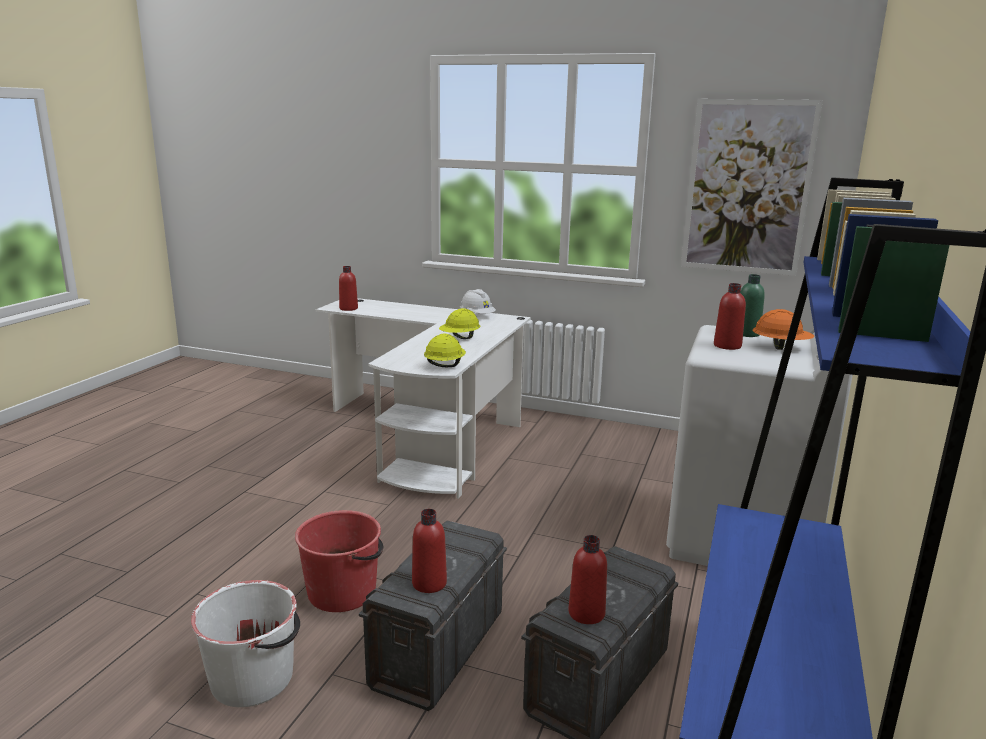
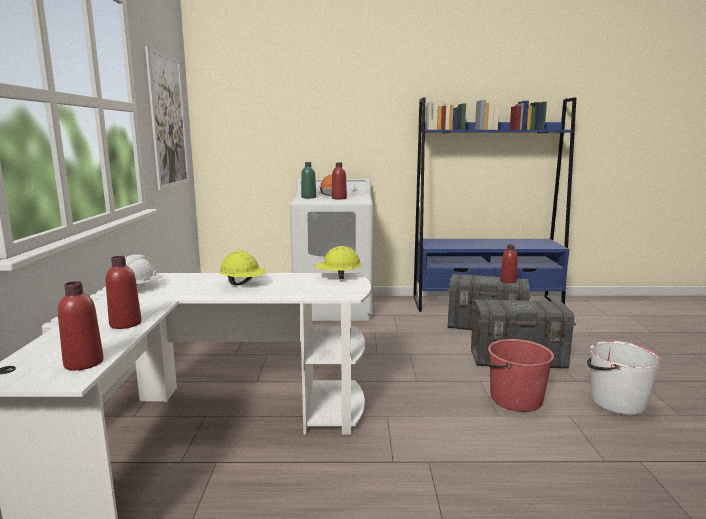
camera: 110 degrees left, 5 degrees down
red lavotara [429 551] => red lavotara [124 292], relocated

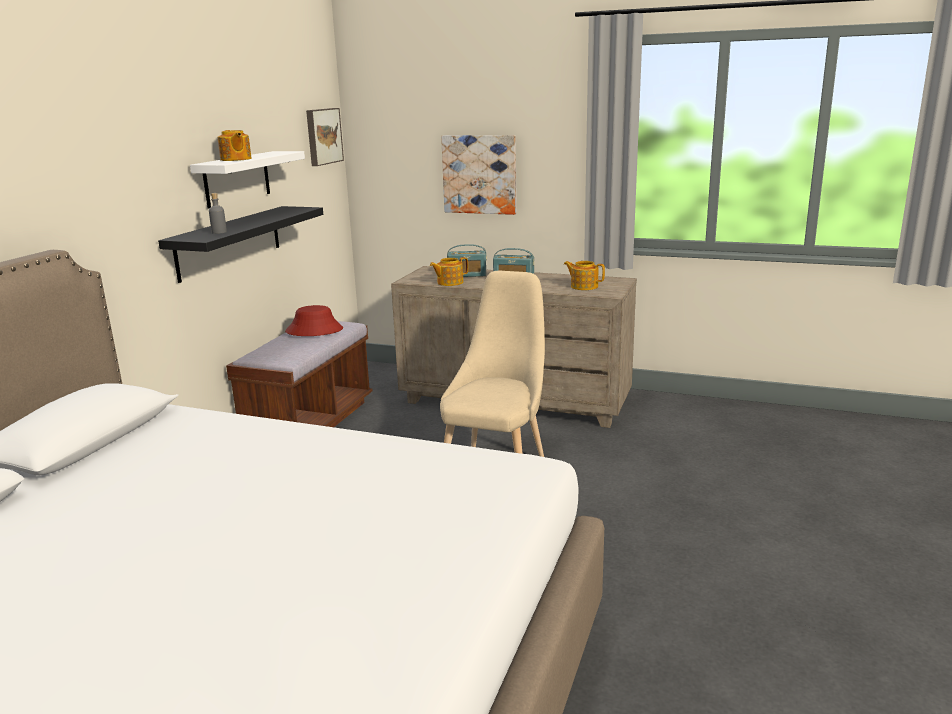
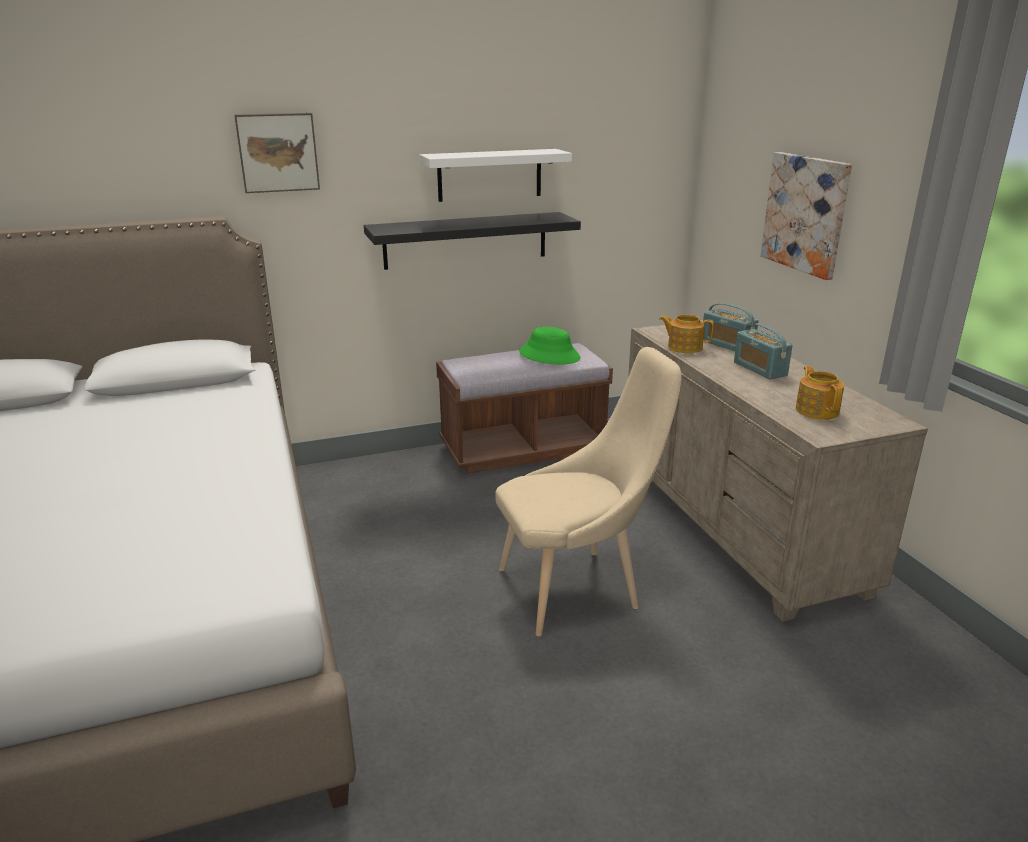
camera: 50 degrees right, 5 degrees up
grey lavotara [218 213] => nothing
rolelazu [234 145] => nothing
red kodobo [314 320] => green kodobo [550 345]
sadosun [325 137] => sadosun [277 153], relocated

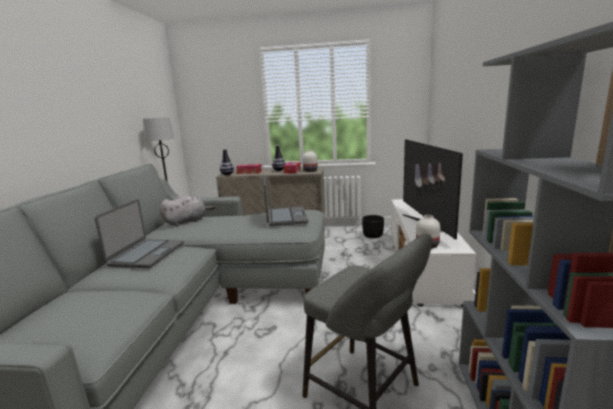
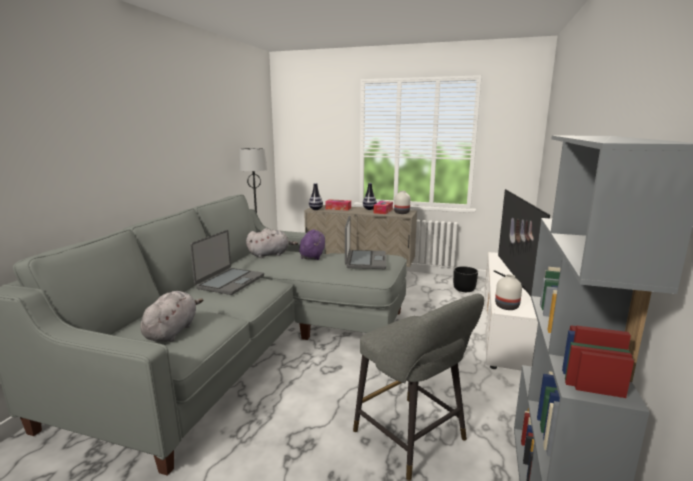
camera: 10 degrees right, 0 degrees up
nothing => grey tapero [171 316]
nothing => purple tapero [312 244]

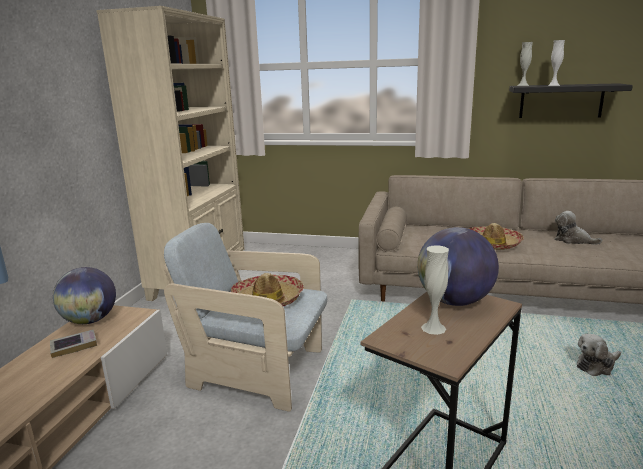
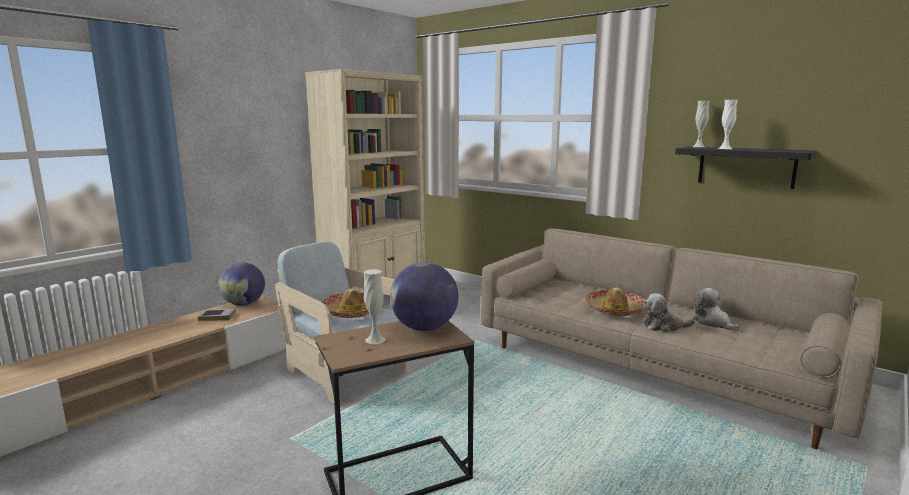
camera: 25 degrees right, 5 degrees down
tapero [599 355] => tapero [669 312], relocated

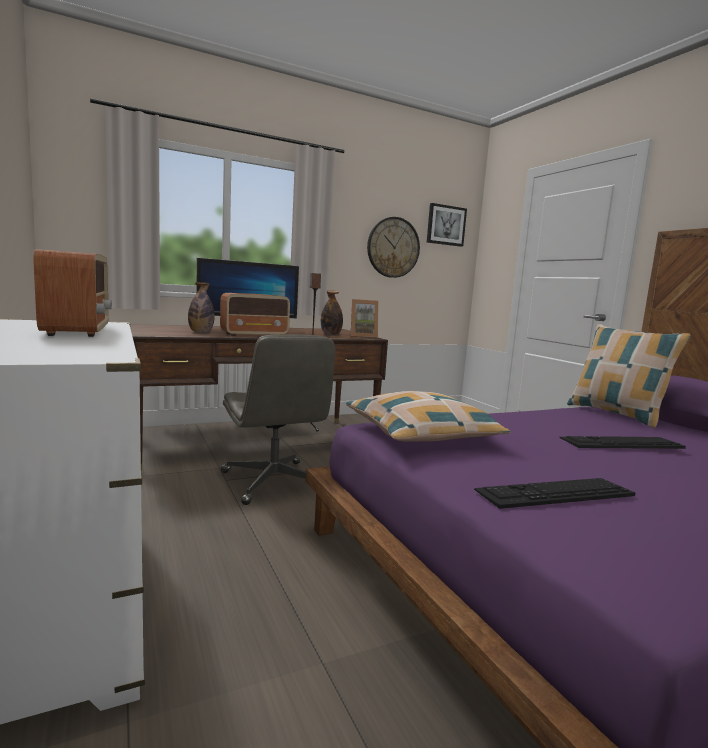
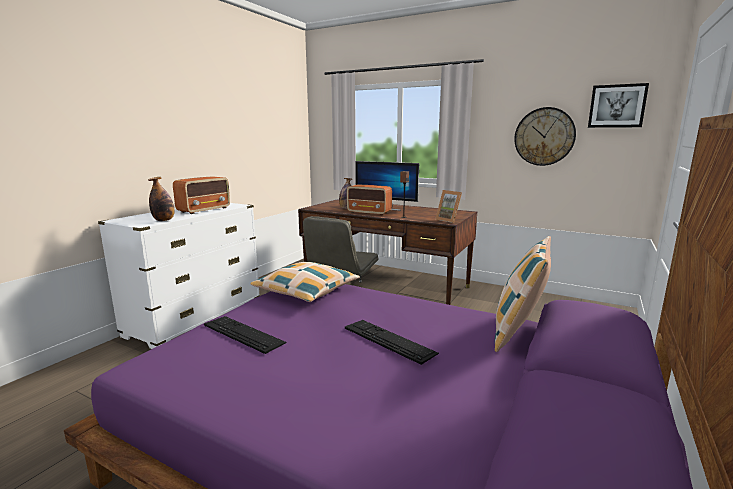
camera: 55 degrees right, 5 degrees up
lavotara [332 312] => lavotara [161 199], relocated

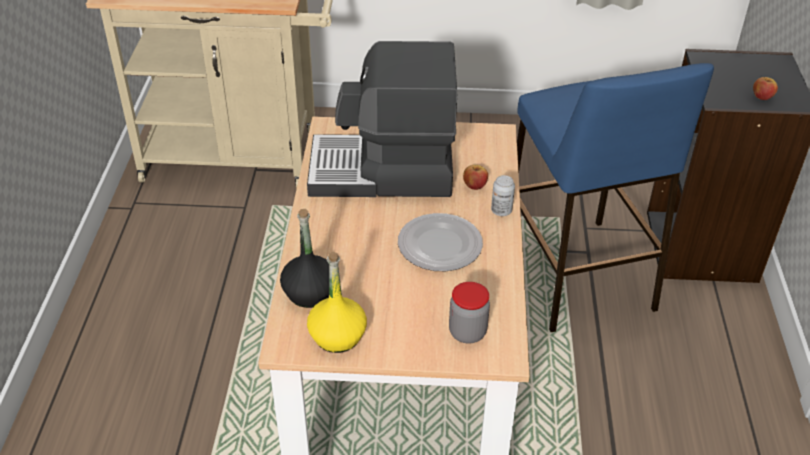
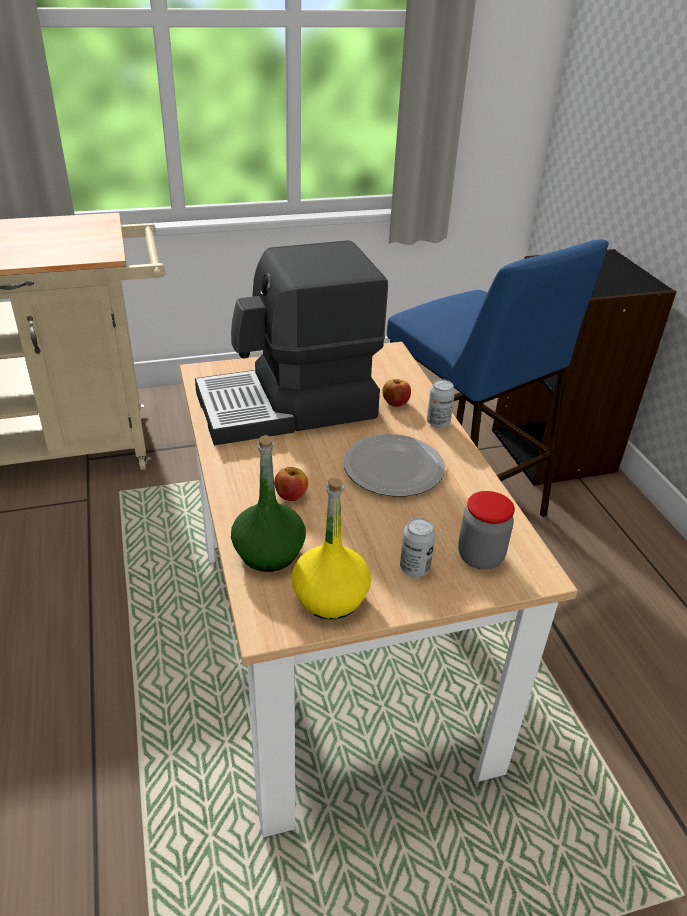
camera: 20 degrees left, 5 degrees down
black lavotara [304 258] => green lavotara [268 503]
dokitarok [765 88] => dokitarok [291 484], relocated
nothing => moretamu [418 547]

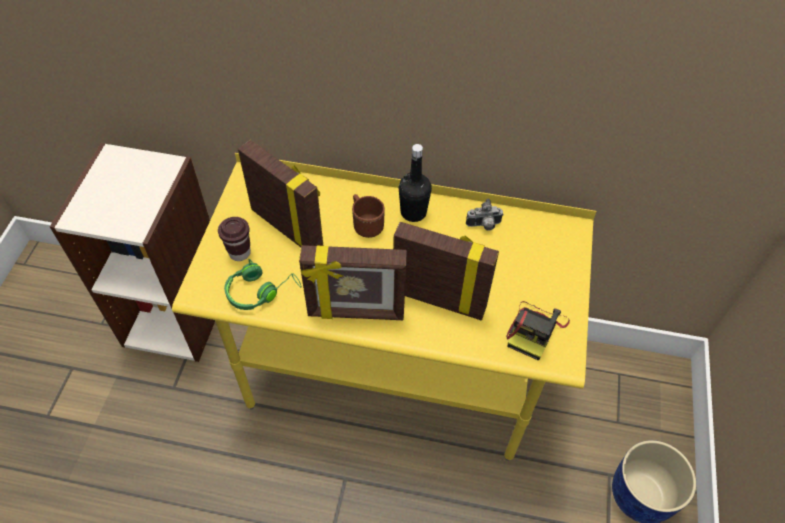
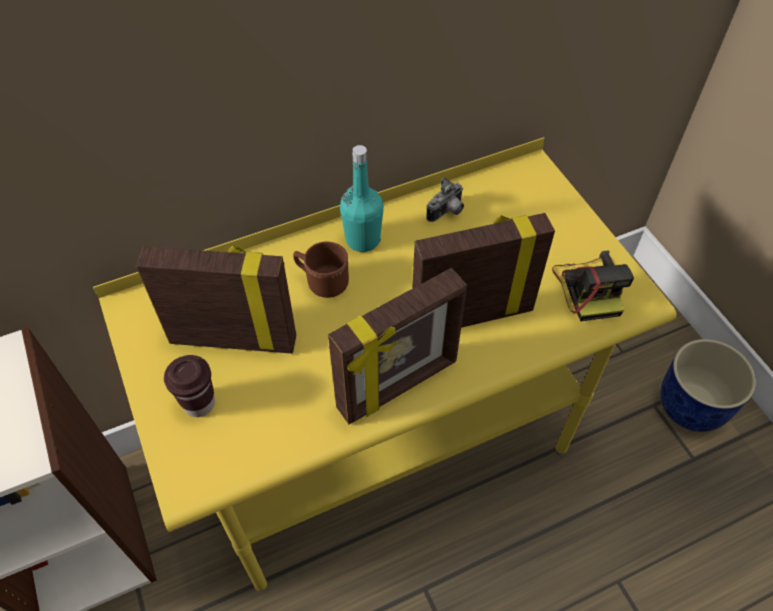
camera: 35 degrees left, 0 degrees up
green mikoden [263 284] => nothing
black lavotara [415 183] => turquoise lavotara [362 198]

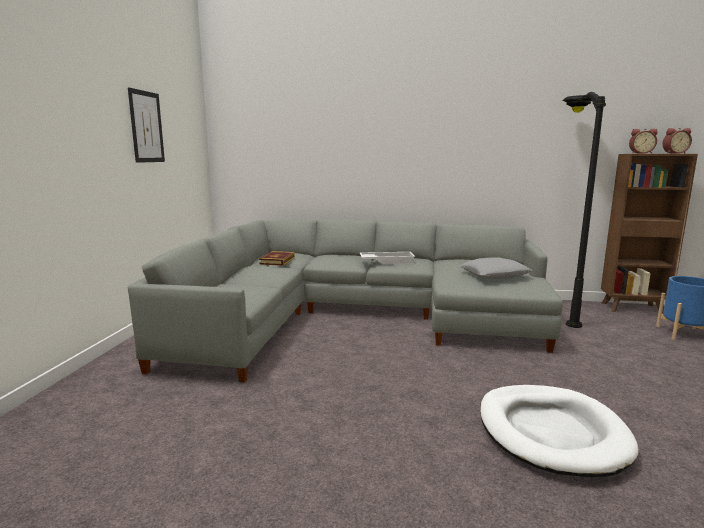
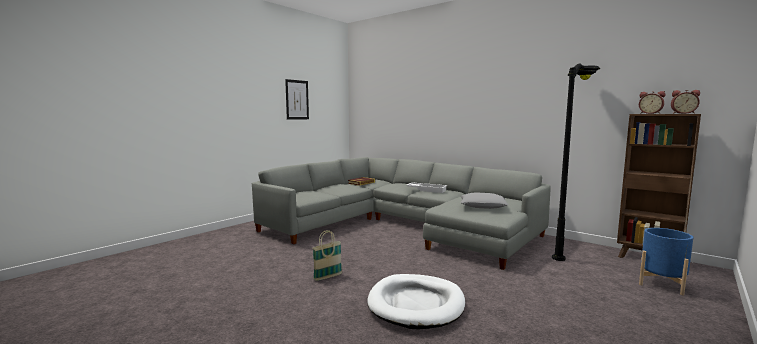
camera: 30 degrees right, 5 degrees down
nothing => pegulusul [327 255]

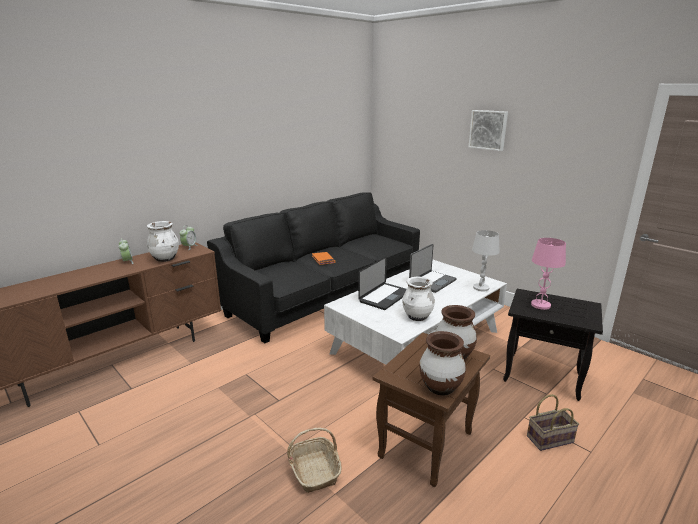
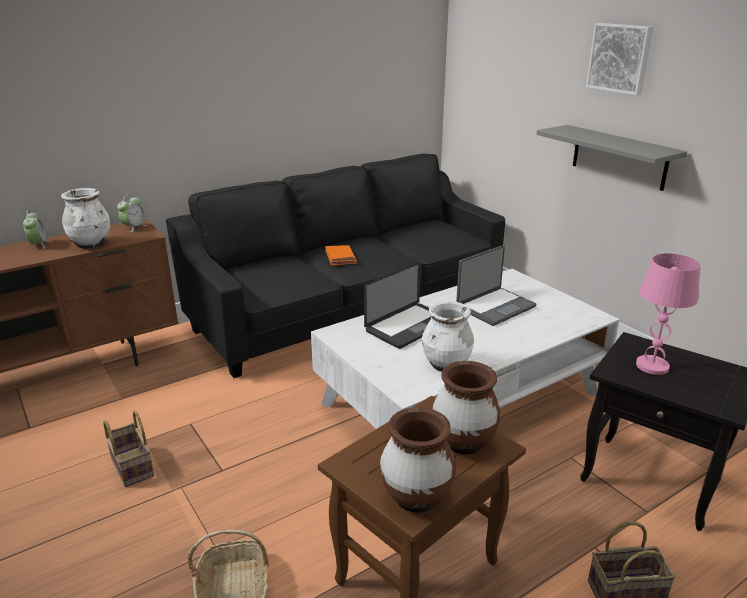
camera: 10 degrees right, 5 degrees up
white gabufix [486 260] => nothing
nothing => pegulusul [128 449]
nothing => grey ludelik [611 158]

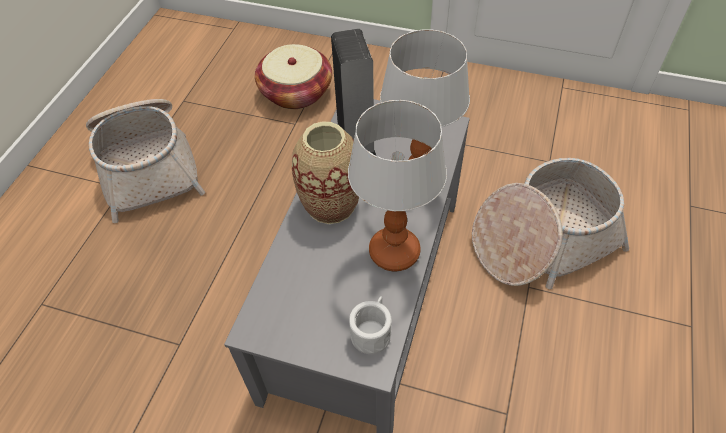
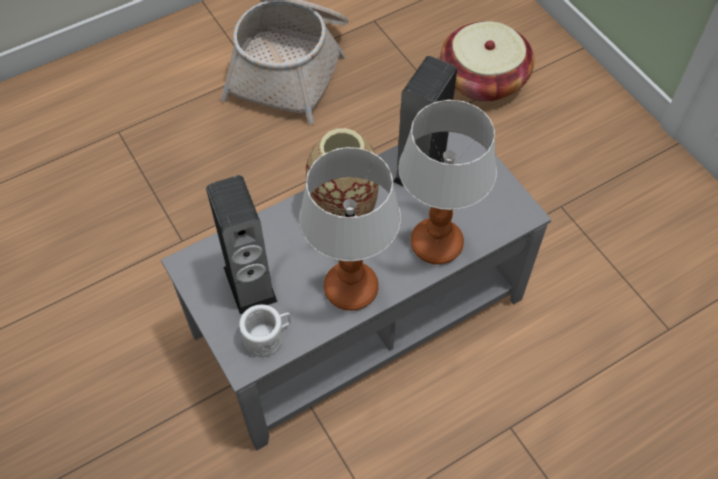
camera: 40 degrees right, 5 degrees up
pegulusul [550 223] => nothing
nothing => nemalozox [242 244]

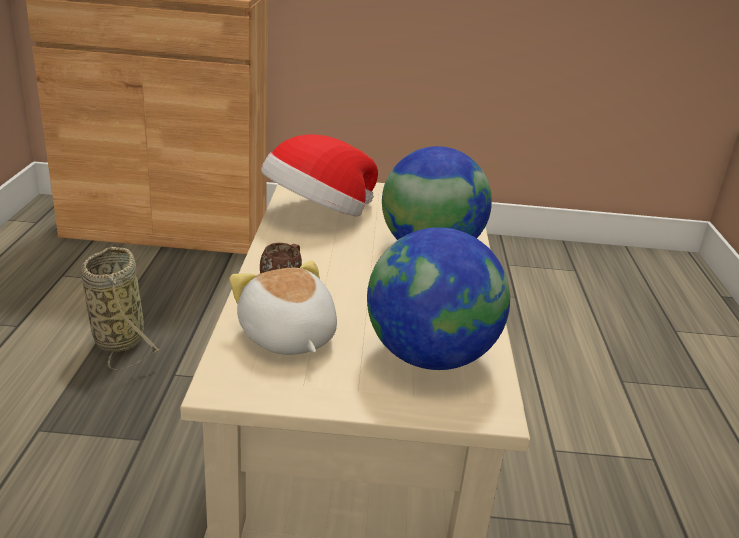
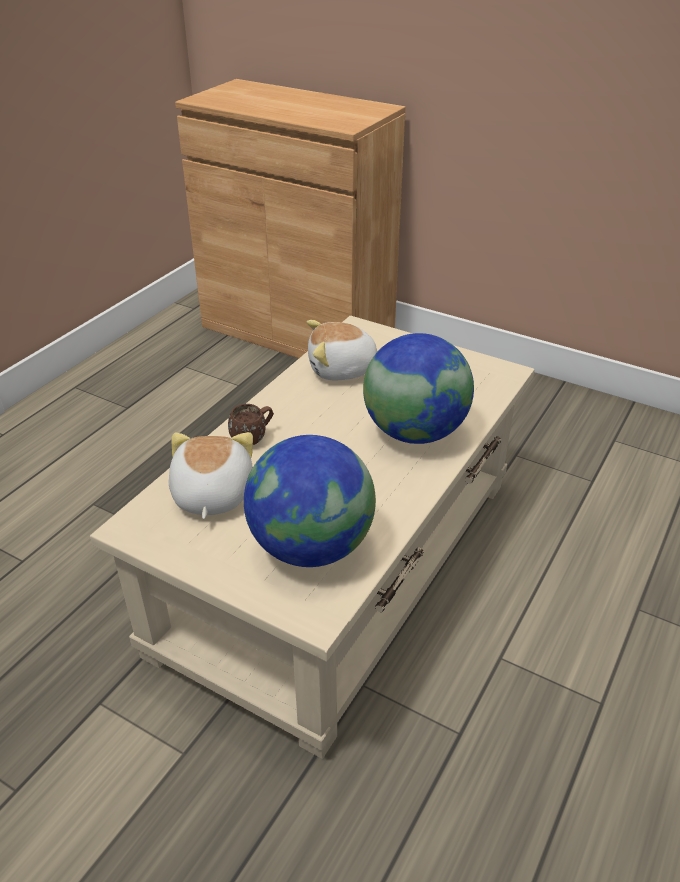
camera: 30 degrees right, 10 degrees up
pegulusul [120 309] => nothing
kodobo [319 175] => tapero [343 350]

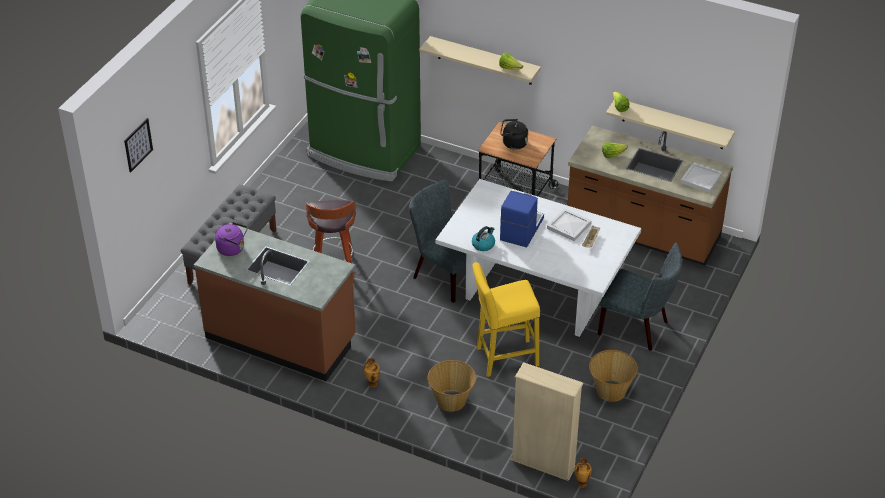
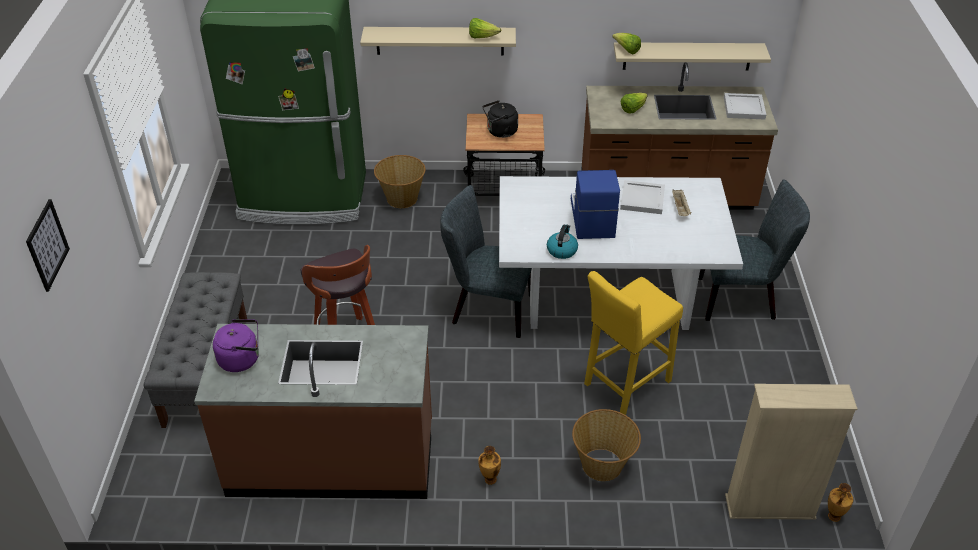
camera: 25 degrees left, 0 degrees up
pegulusul [613 376] => pegulusul [399 181], relocated

